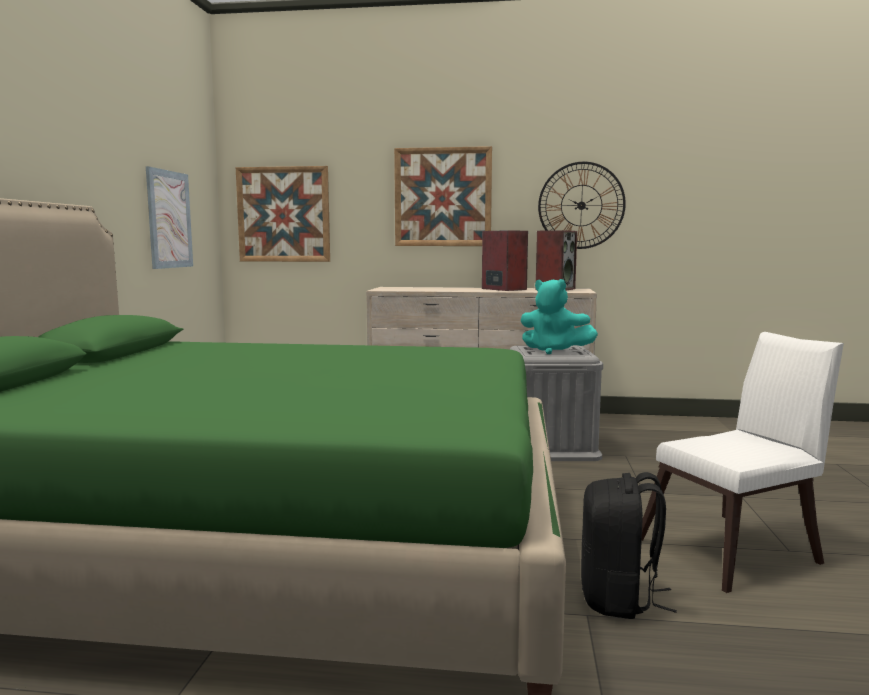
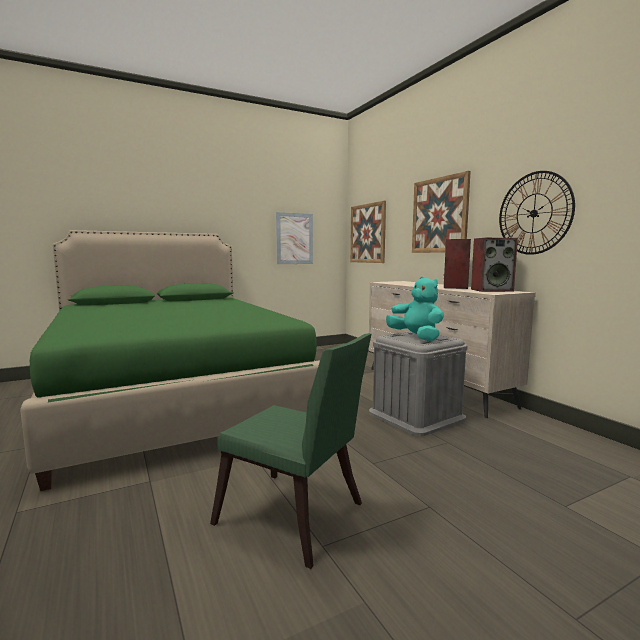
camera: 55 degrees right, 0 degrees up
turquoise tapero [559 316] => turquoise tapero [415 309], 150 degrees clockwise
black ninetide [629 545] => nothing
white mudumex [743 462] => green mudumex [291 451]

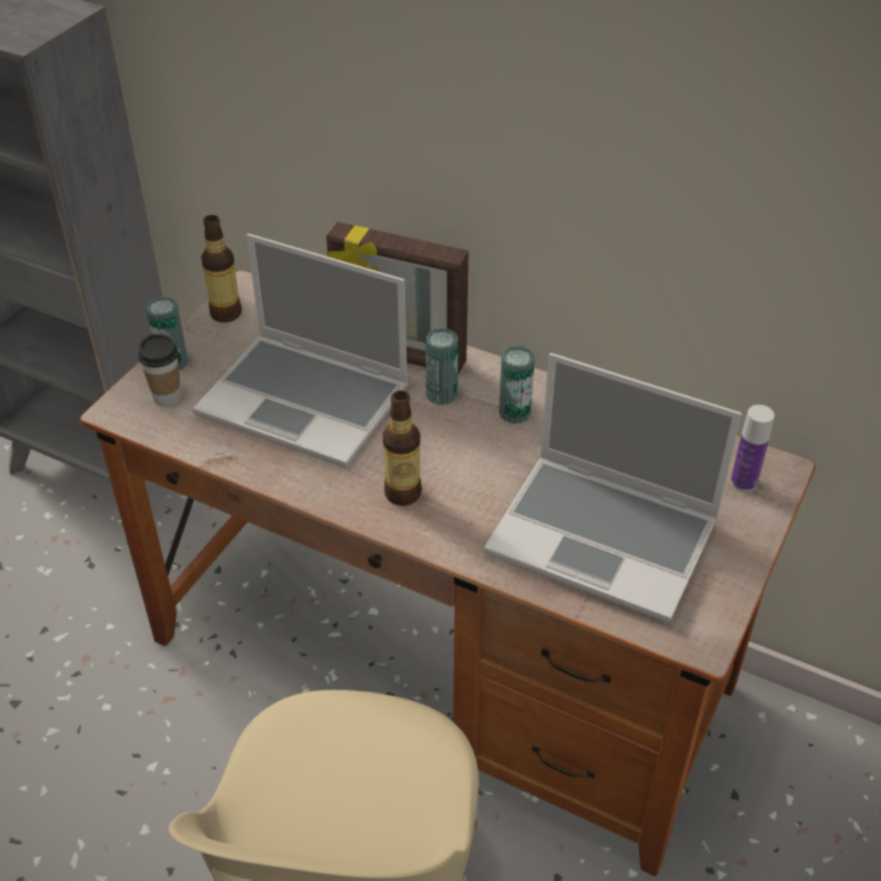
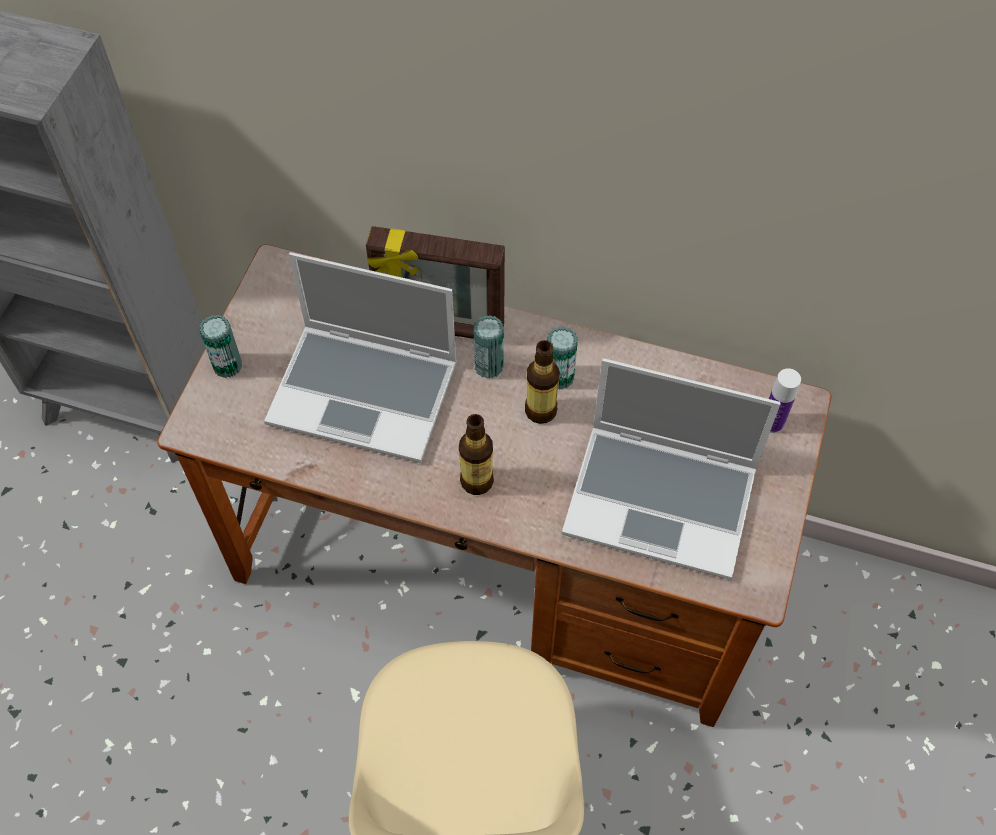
camera: 10 degrees left, 15 degrees up
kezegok [159 370] => nothing
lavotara [221 268] => lavotara [542 382], relocated

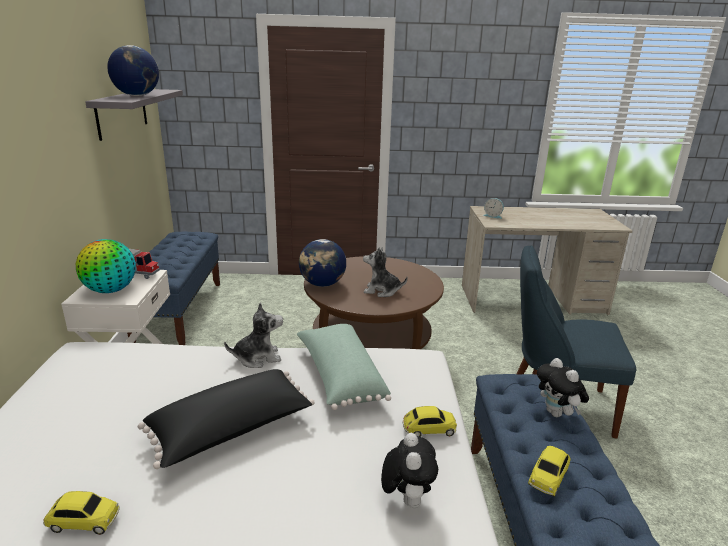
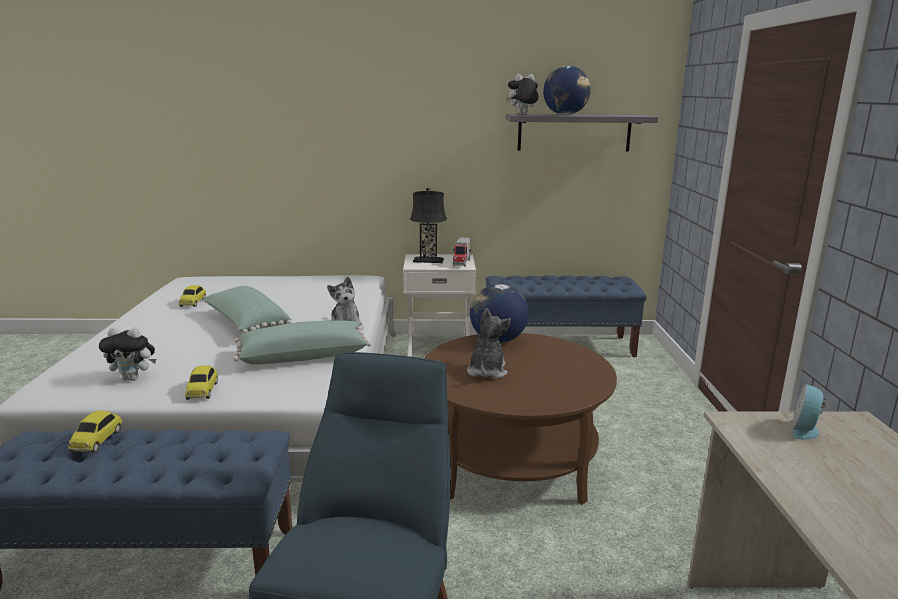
camera: 90 degrees right, 5 degrees down
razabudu [106 266] => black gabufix [428 225]
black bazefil [226 419] => green bazefil [247 309]
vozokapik [549 471] => vozokapik [95 432], 120 degrees counterclockwise
tapero [563 387] => tapero [522 94], relocated

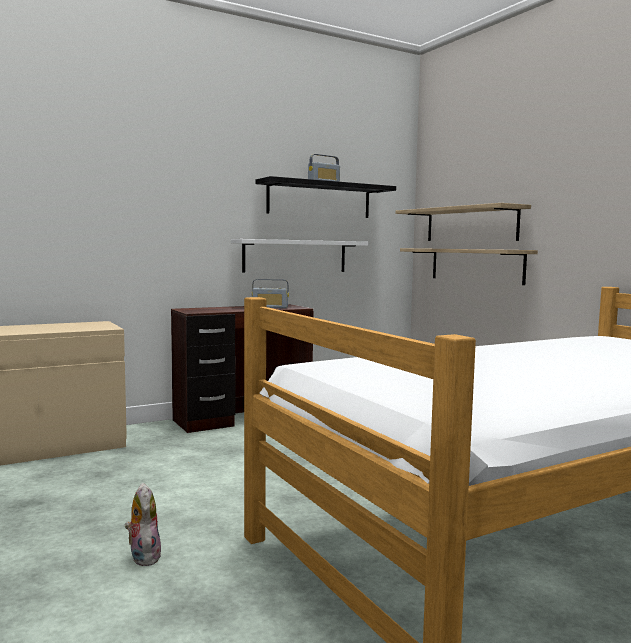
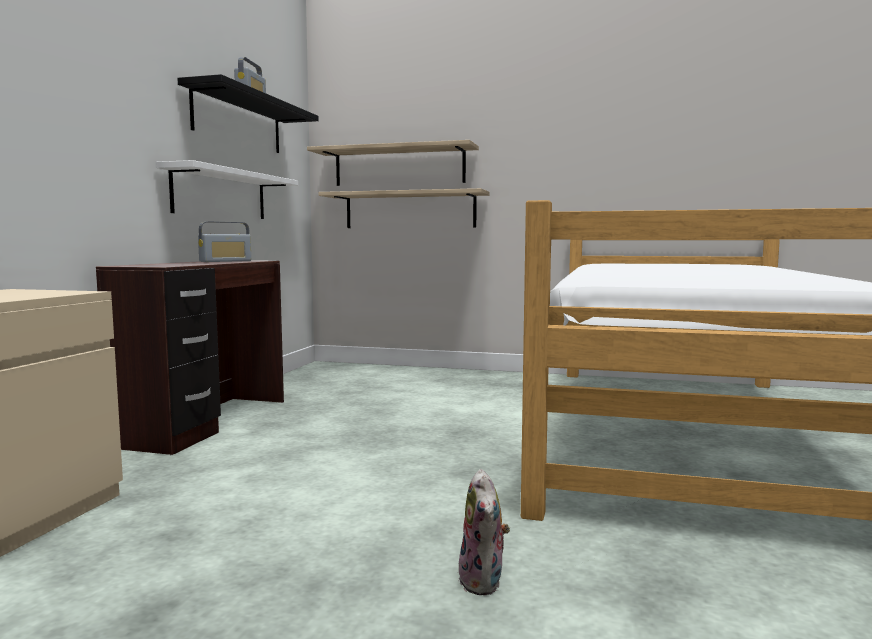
camera: 45 degrees left, 0 degrees up
tapero [143 524] => tapero [484 532], 120 degrees counterclockwise

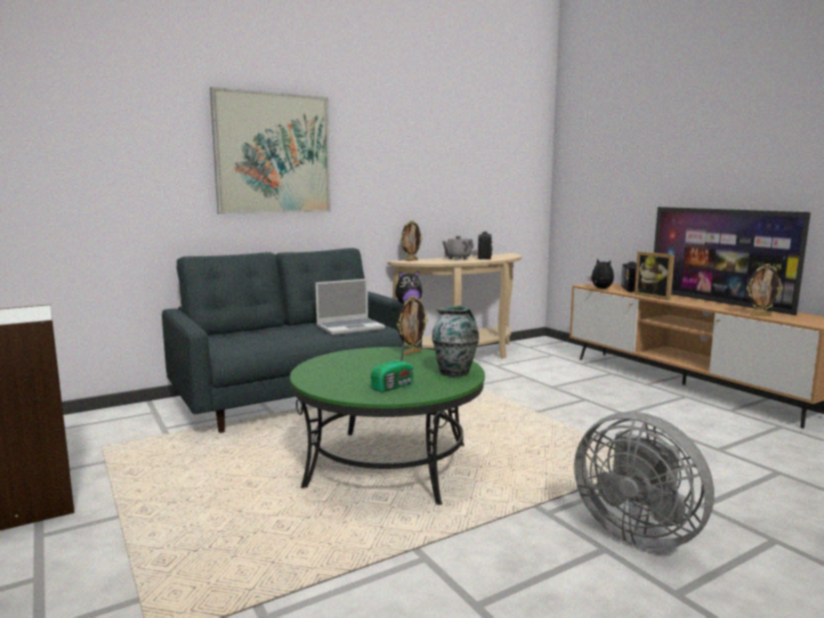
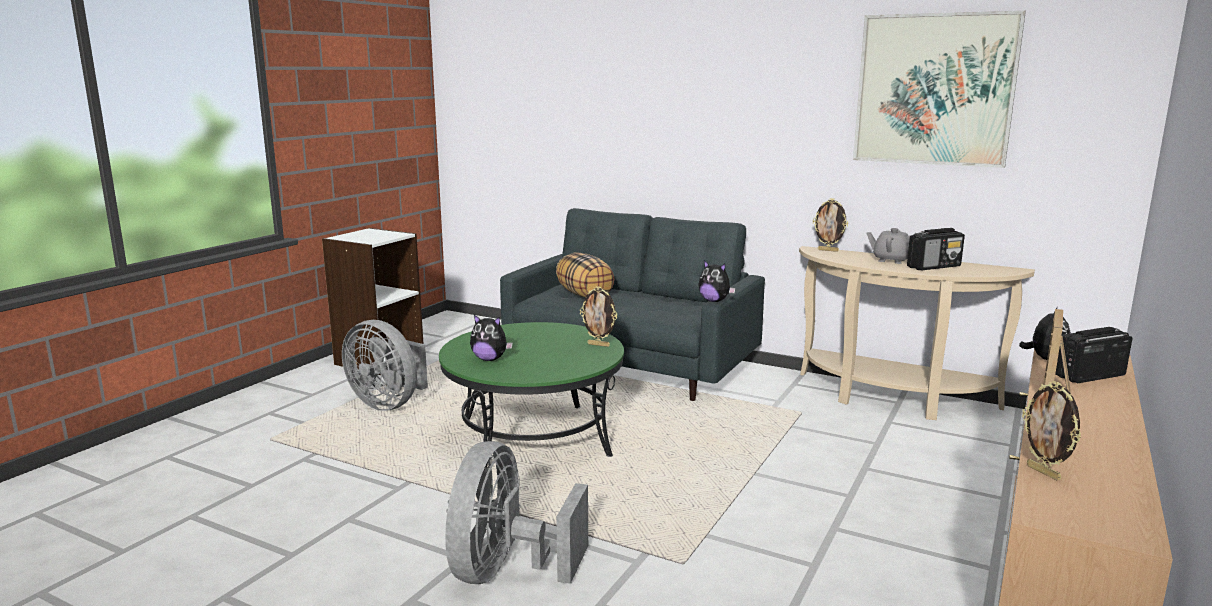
camera: 60 degrees right, 5 degrees up
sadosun [270 150] => sadosun [939 89], relocated
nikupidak [350 307] => nothing
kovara [392 366] => tapero [491 338]
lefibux [455 341] => nothing
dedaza [732 261] => nothing
nothing => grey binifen [385 365]
nothing => bazefil [585 274]

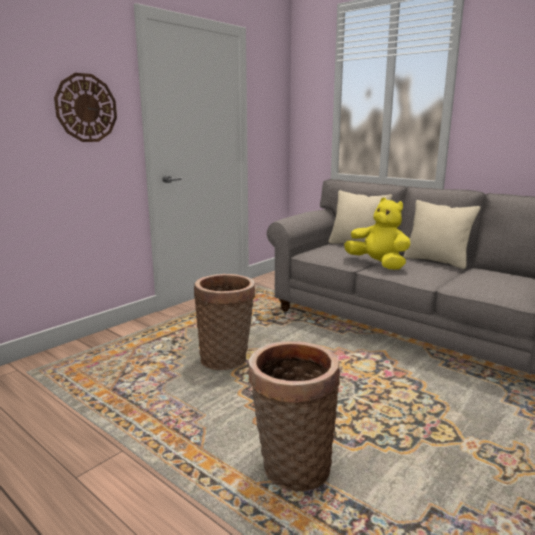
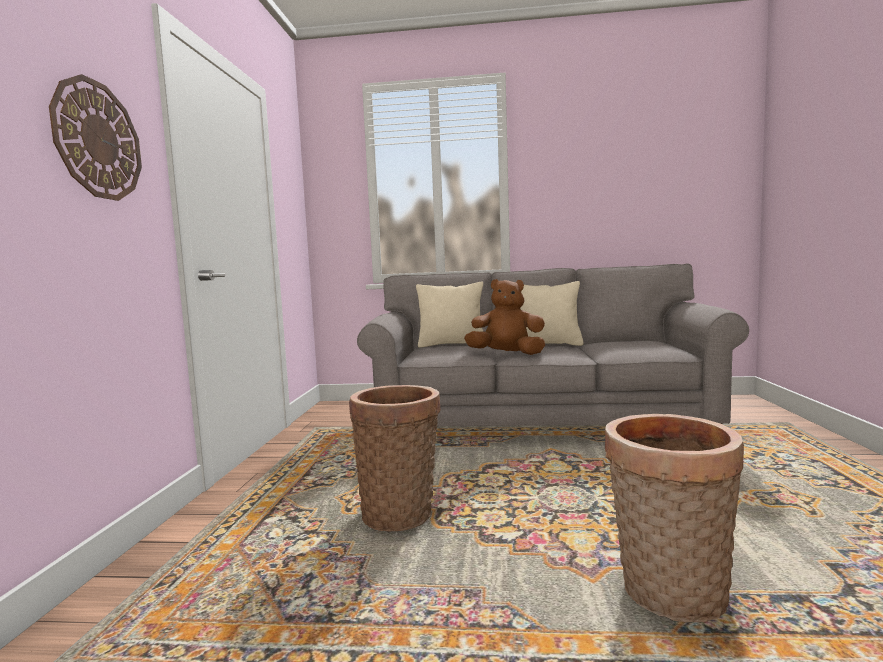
camera: 35 degrees left, 10 degrees down
yellow tapero [377 234] => brown tapero [504 317]

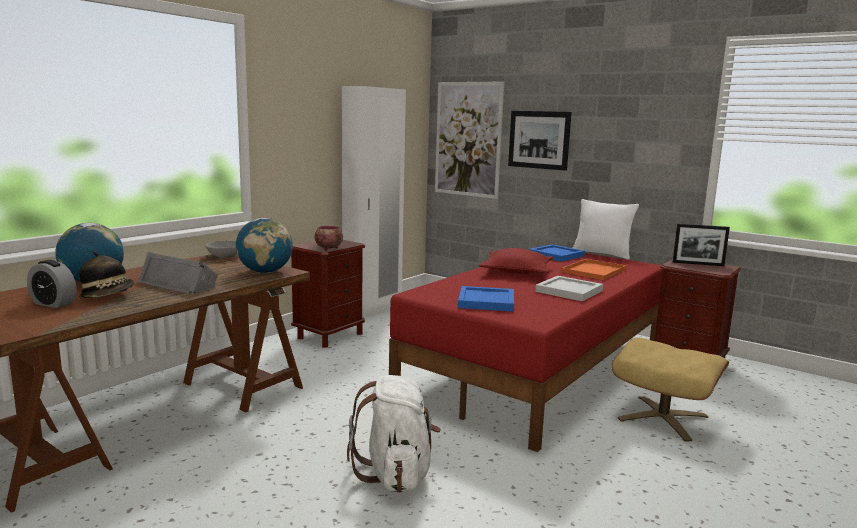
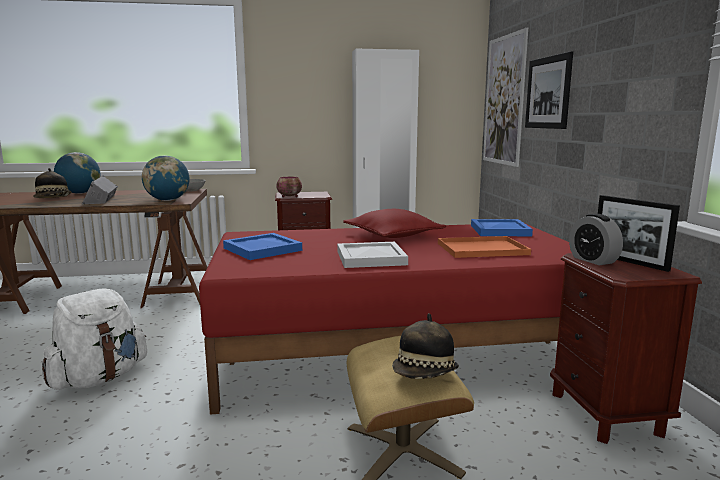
camera: 45 degrees right, 0 degrees up
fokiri [52 284] => fokiri [596 239], relocated
white bazefil [606 229] => nothing
nothing => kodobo [425 346]

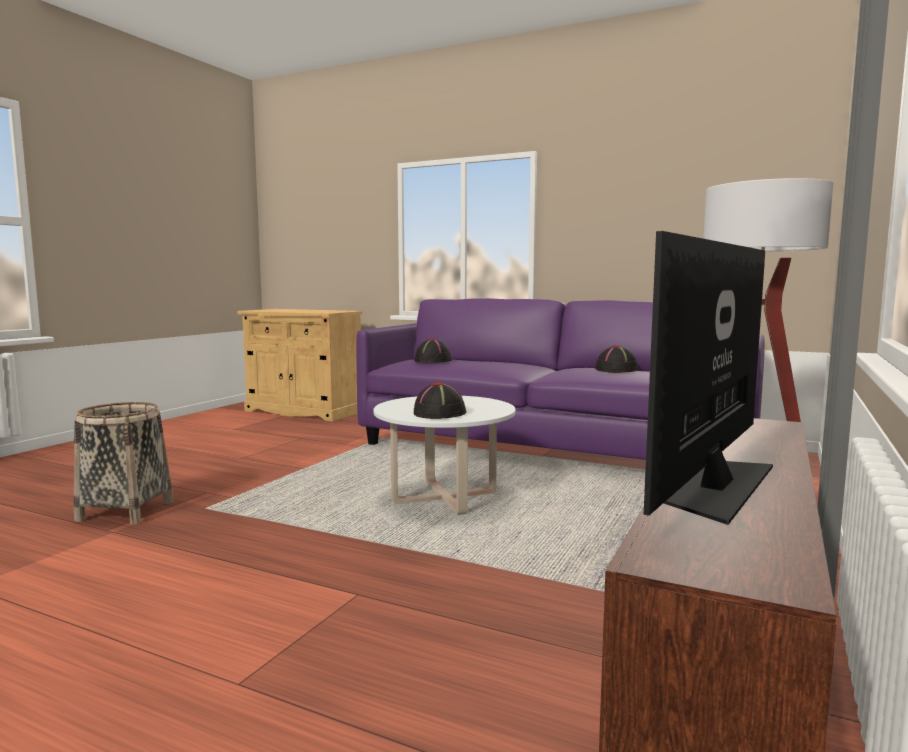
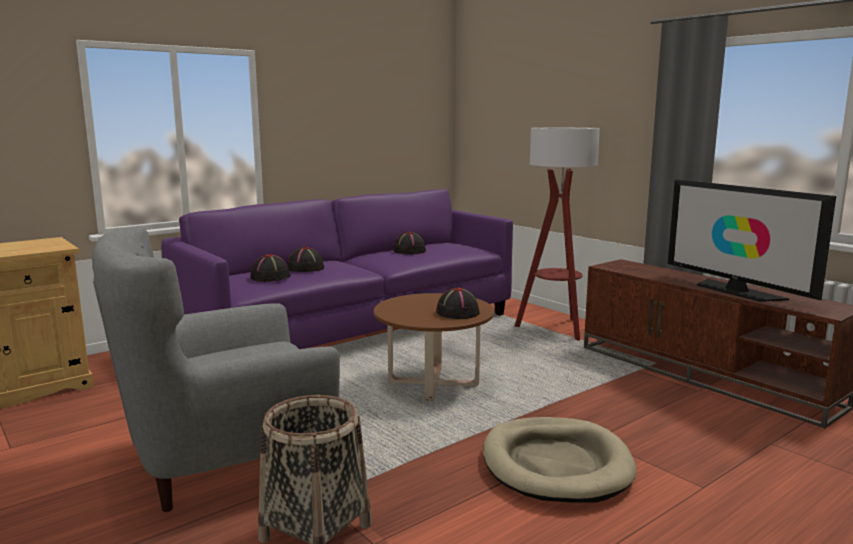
camera: 65 degrees left, 5 degrees up
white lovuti [445 455] => brown lovuti [434 347]
nothing => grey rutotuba [216 369]
nothing => black kodobo [305 259]
nothing => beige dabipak [560 460]

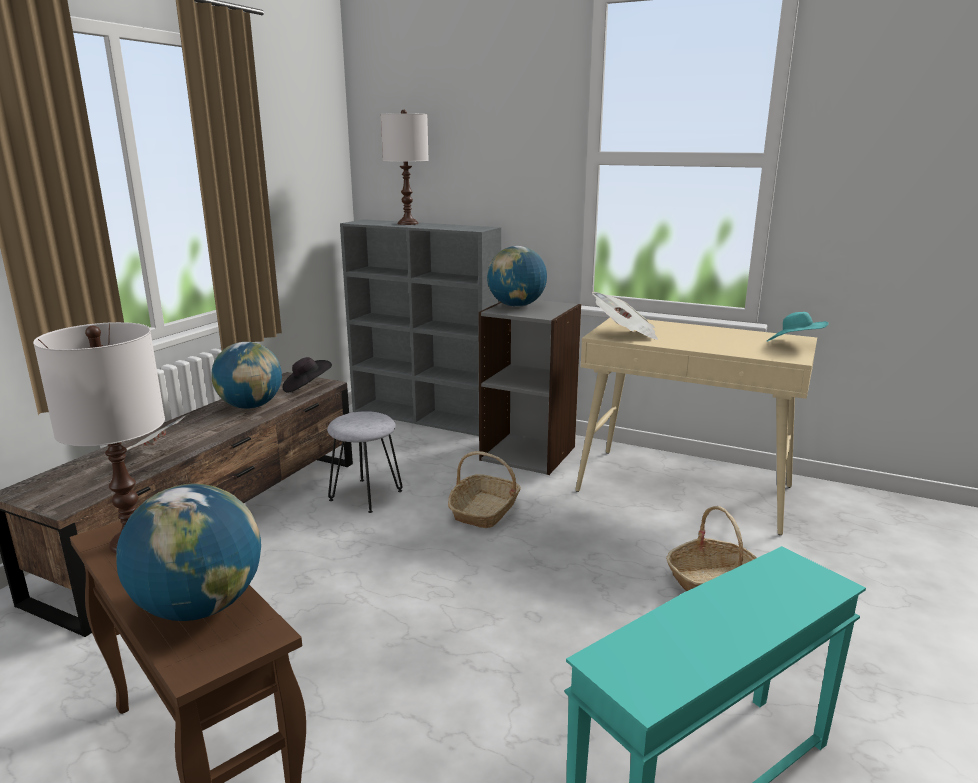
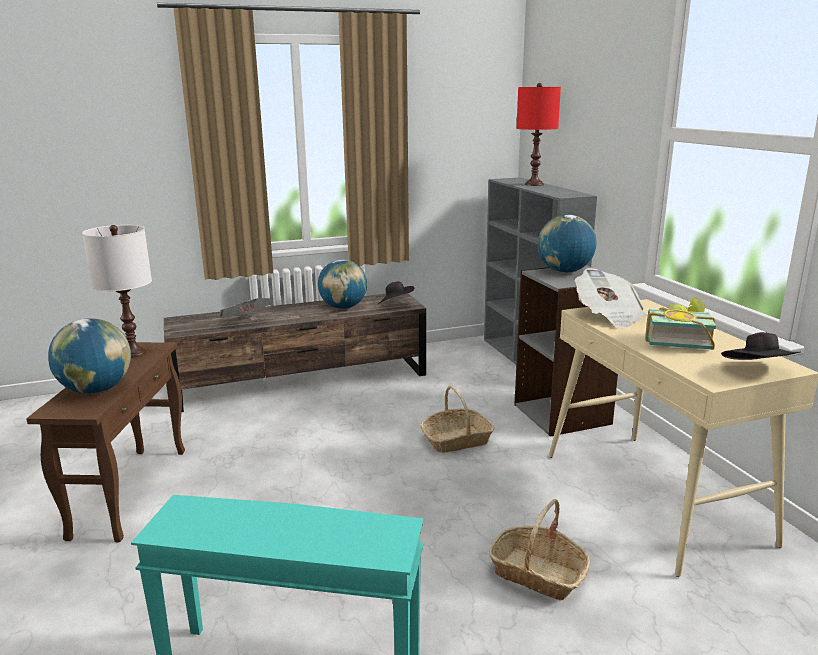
camera: 45 degrees right, 0 degrees up
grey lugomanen [364 462] => nothing
white gabufix [404 167] => red gabufix [538 134]
turquoise kodobo [798 327] => black kodobo [760 346]
nothing => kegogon [680 324]

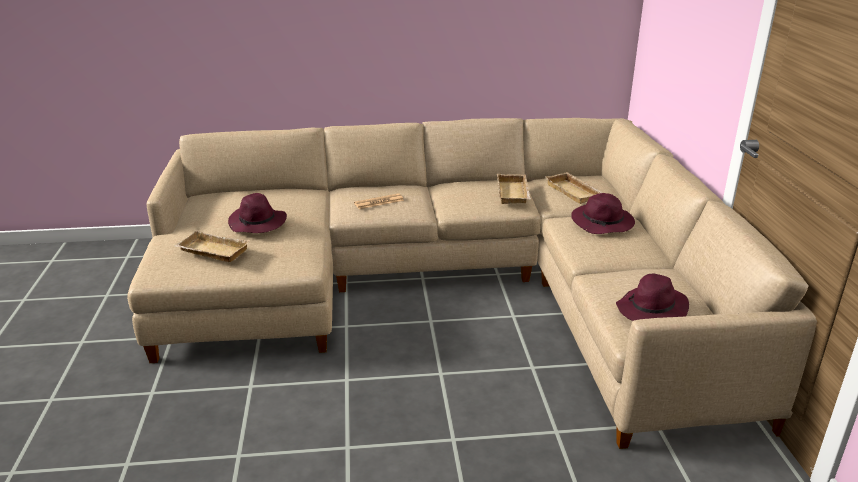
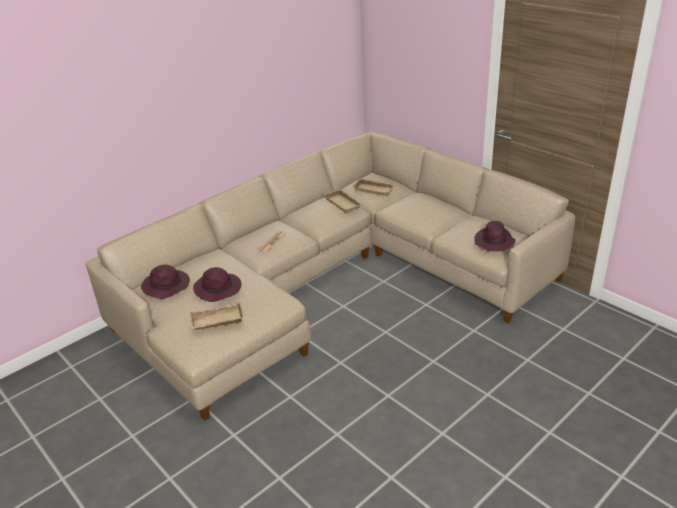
camera: 35 degrees left, 5 degrees up
purple kodobo [603 213] => purple kodobo [165 281], relocated

